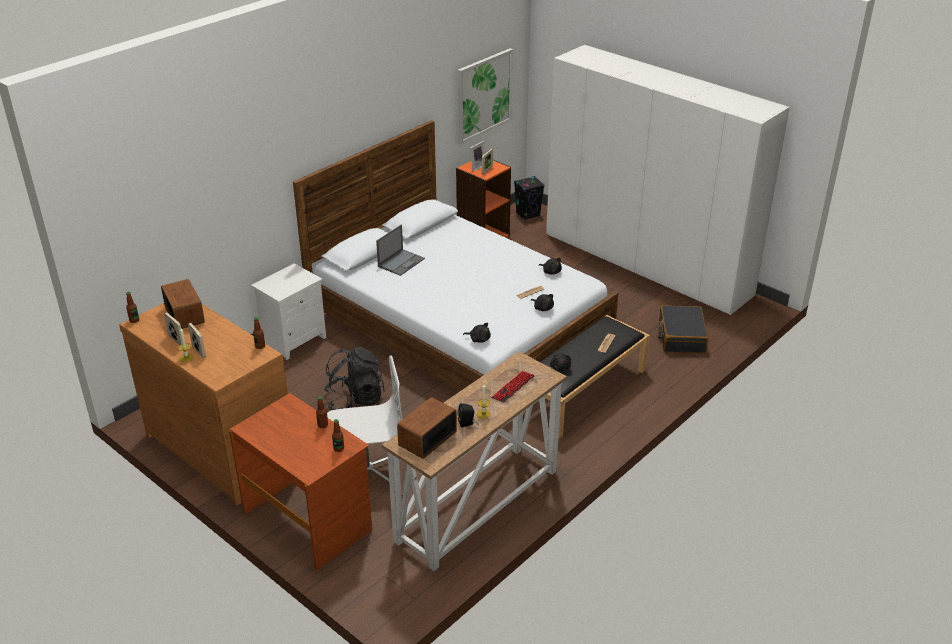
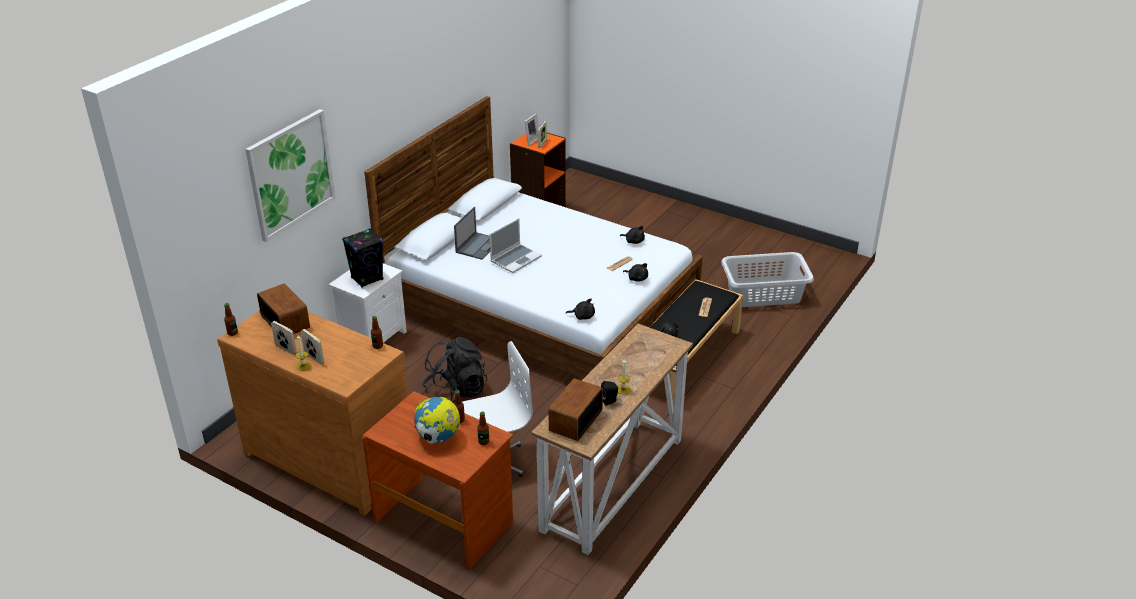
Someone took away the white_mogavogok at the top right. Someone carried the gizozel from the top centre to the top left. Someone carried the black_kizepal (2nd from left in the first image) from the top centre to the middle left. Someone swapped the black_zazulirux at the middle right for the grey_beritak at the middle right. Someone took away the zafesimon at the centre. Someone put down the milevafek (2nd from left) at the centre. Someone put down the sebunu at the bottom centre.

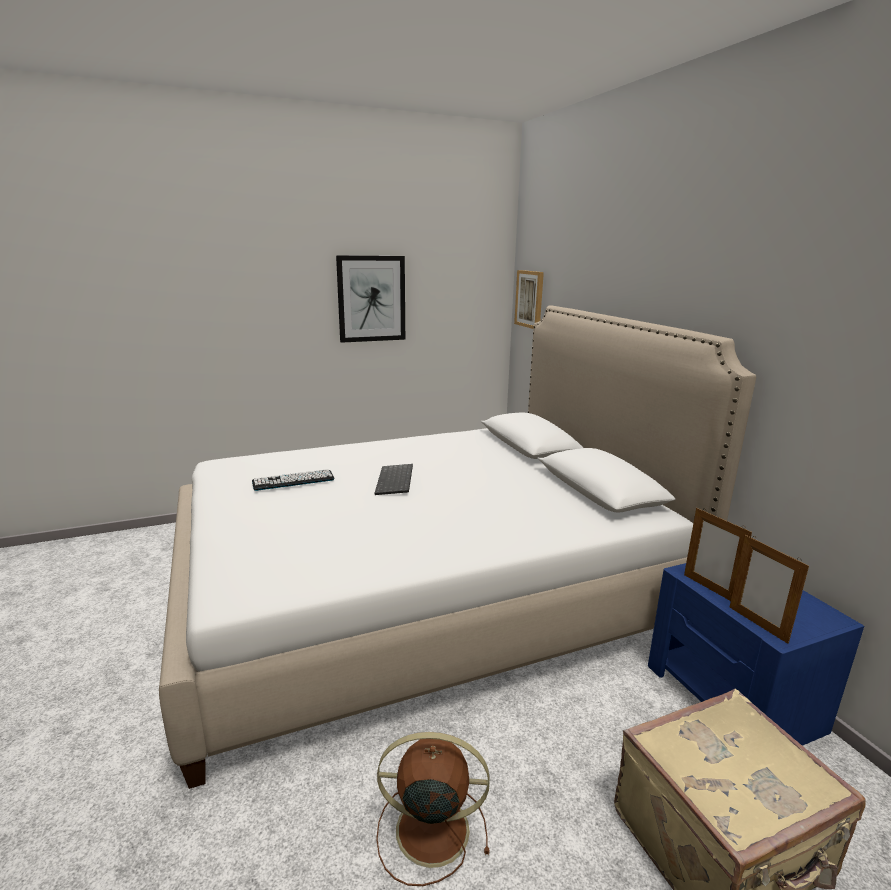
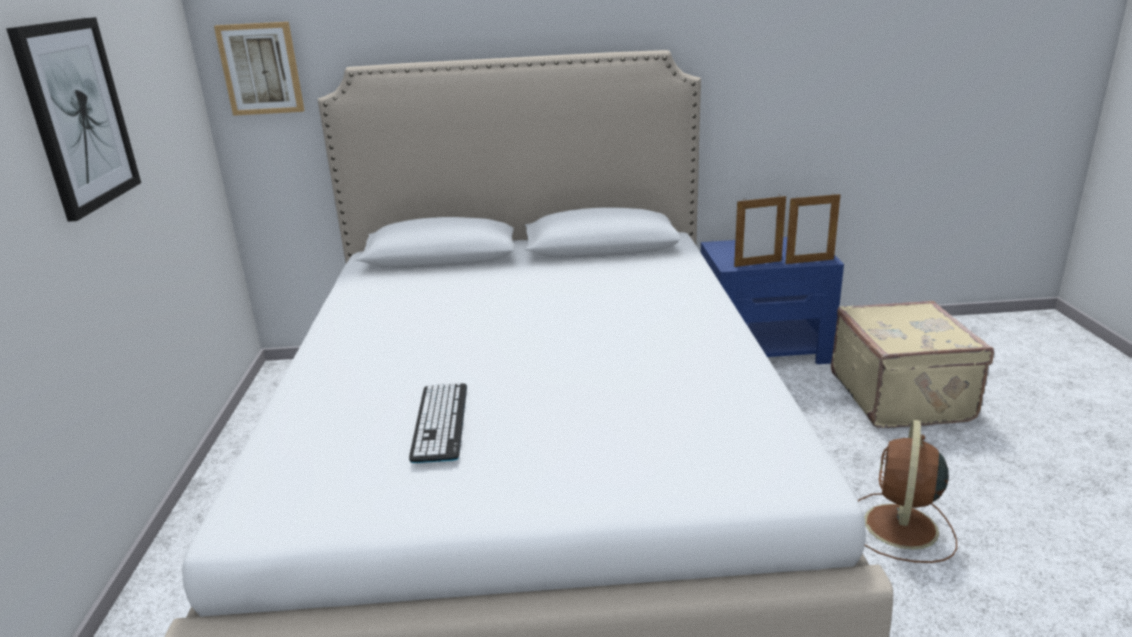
Someone took away the zafesimon (2nd from left) at the centre.

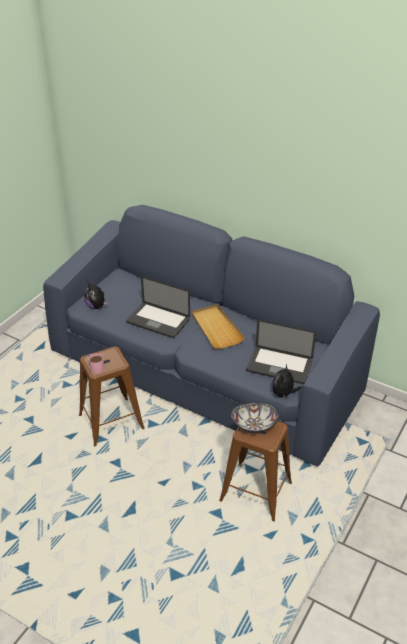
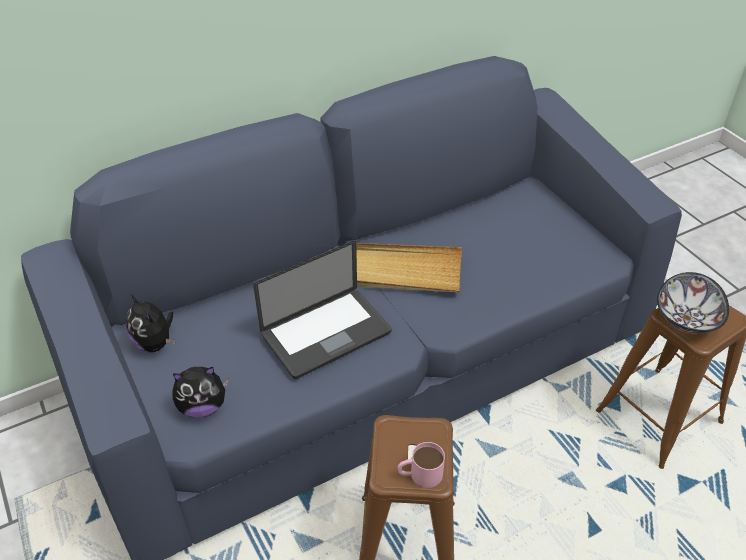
Someone took away the milevafek (2nd from left) at the middle right. Someone carried the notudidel (2nd from left in the first image) from the middle right to the middle left.

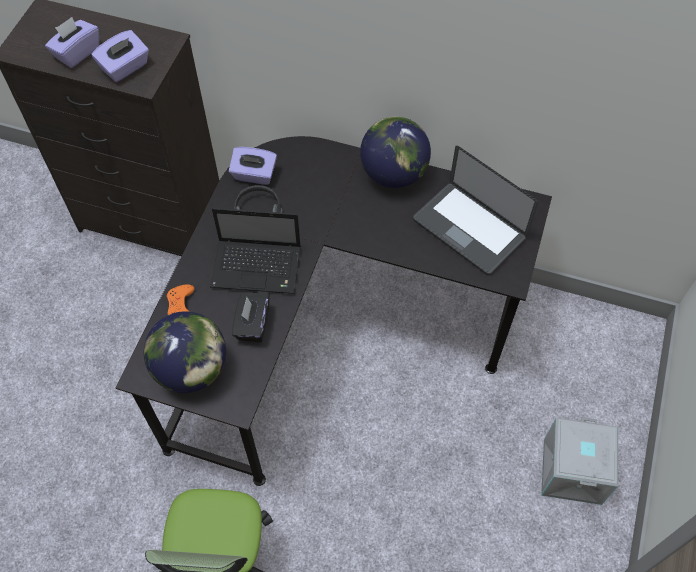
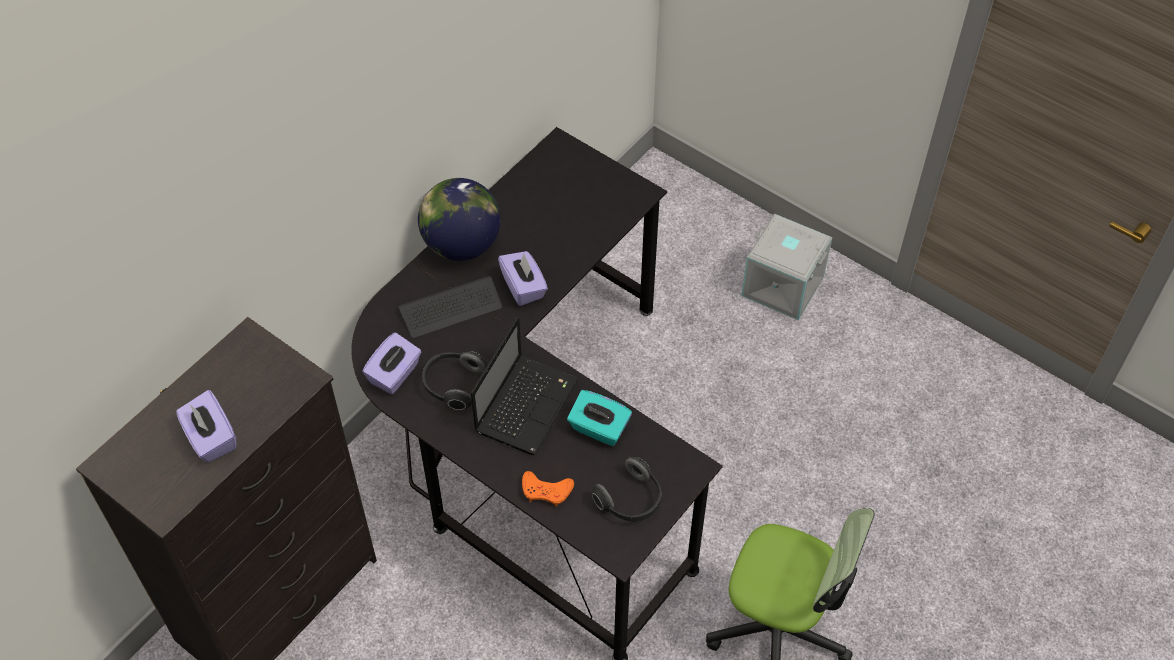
Someone carried the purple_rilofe (2nd from left in the first image) from the top left to the centre. Someone took away the milevafek (2nd from left) at the middle right. Someone repainted the black_rilofe at the centre, which became the turquoise_rilofe at the centre. Someone swapped the sebunu (1st from left) at the middle left for the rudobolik (2nd from left) at the bottom centre. Someone put down the zafesimon at the centre.

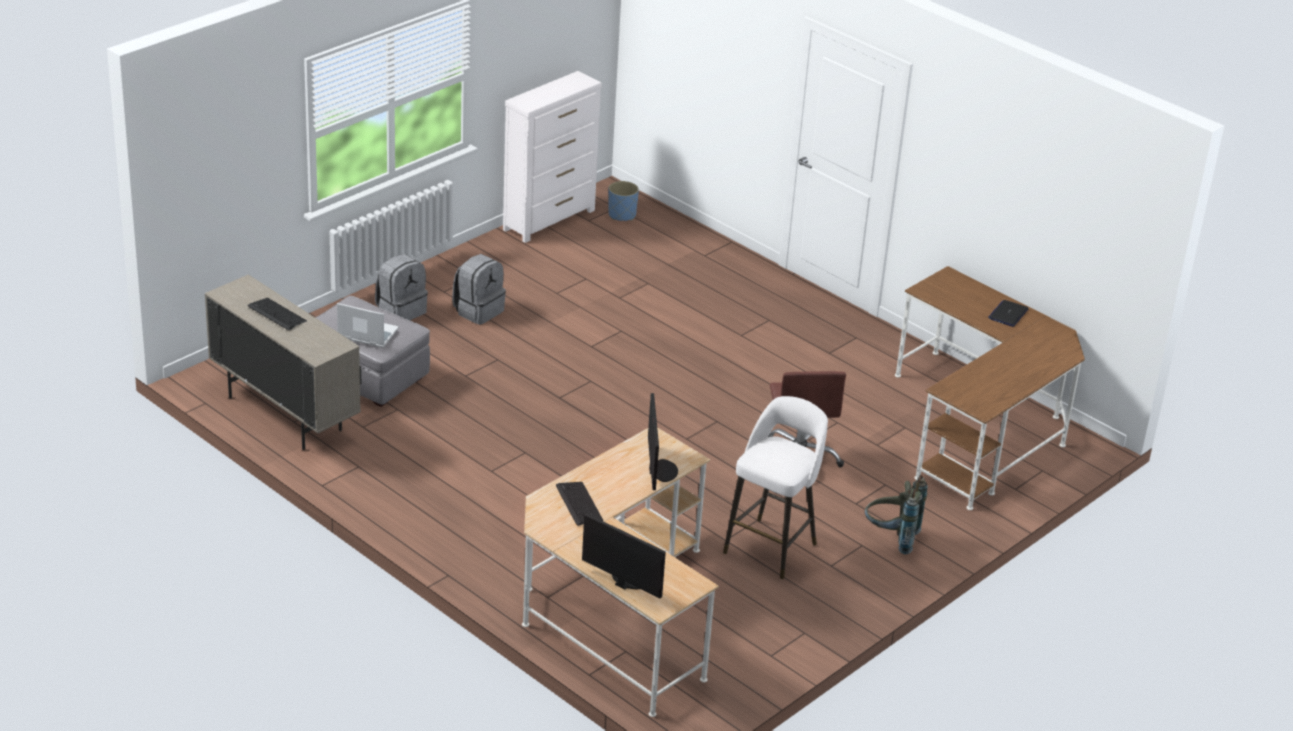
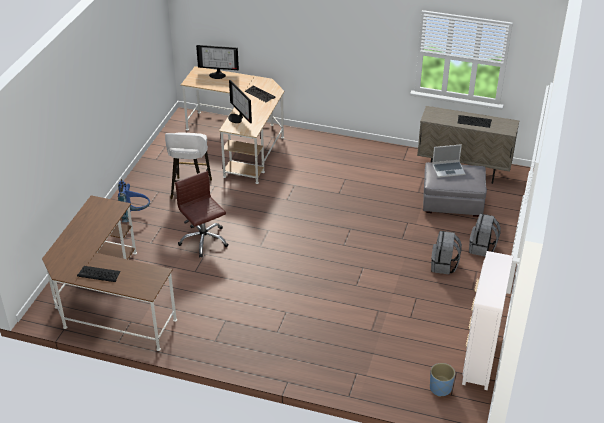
Someone swapped the milevafek (2nd from left) at the middle right for the zafesimon (1st from left) at the middle left. Someone repainted the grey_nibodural (3rd from left) at the bottom right, which became the blue_nibodural at the middle left.

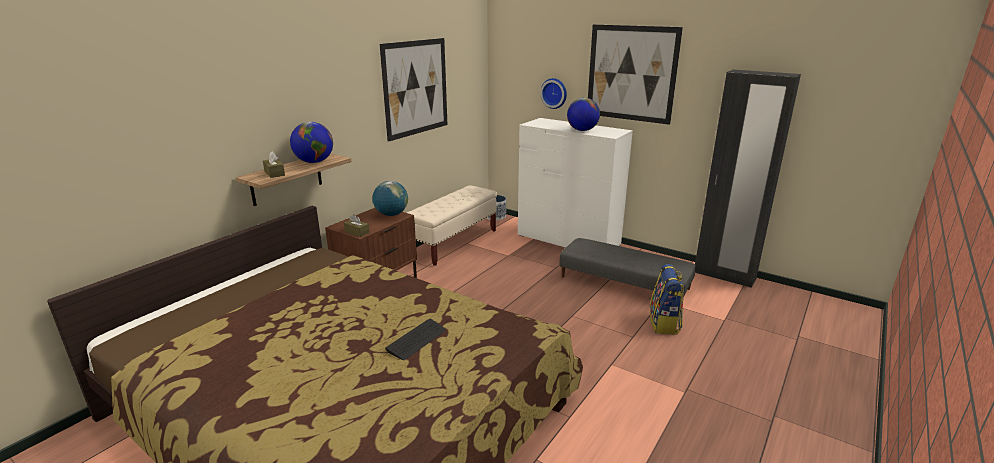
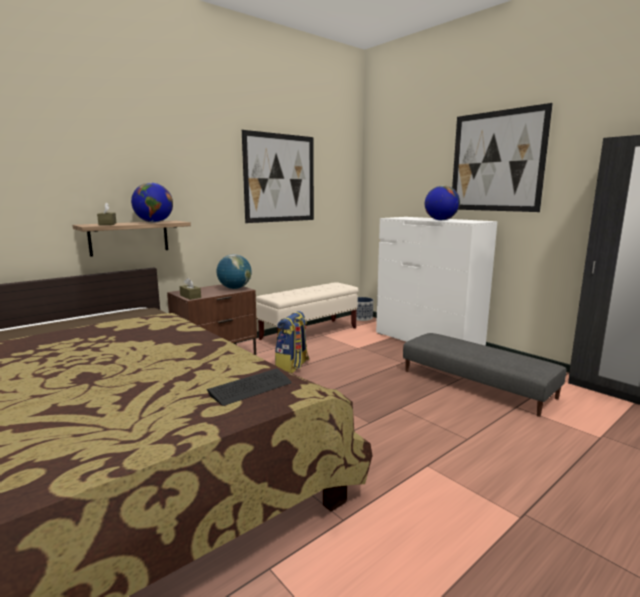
Someone took away the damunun at the top centre. Someone carried the nibodural from the middle right to the centre. Someone carried the zafesimon from the bottom centre to the centre.

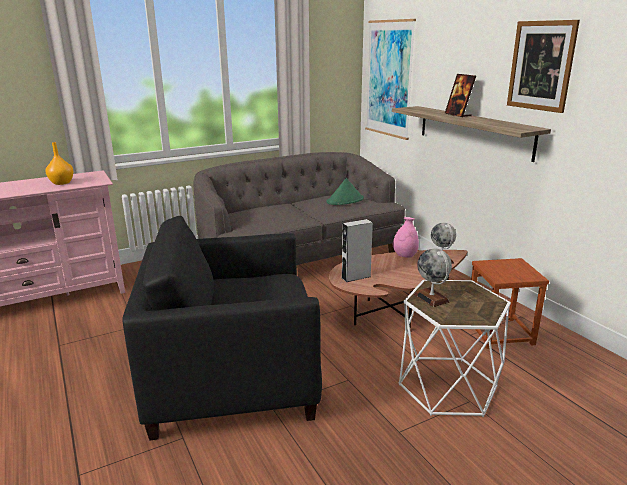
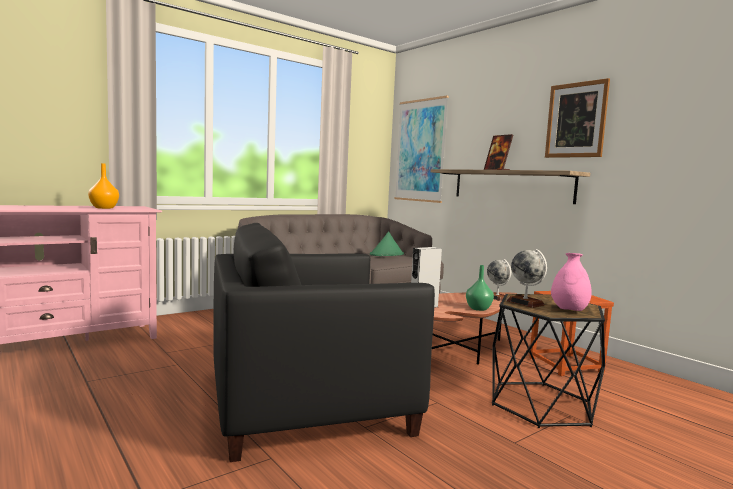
Someone carried the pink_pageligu from the centre to the middle right. Someone repainted the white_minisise at the bottom right, which became the black_minisise at the bottom right. Someone put down the green_pageligu at the centre.

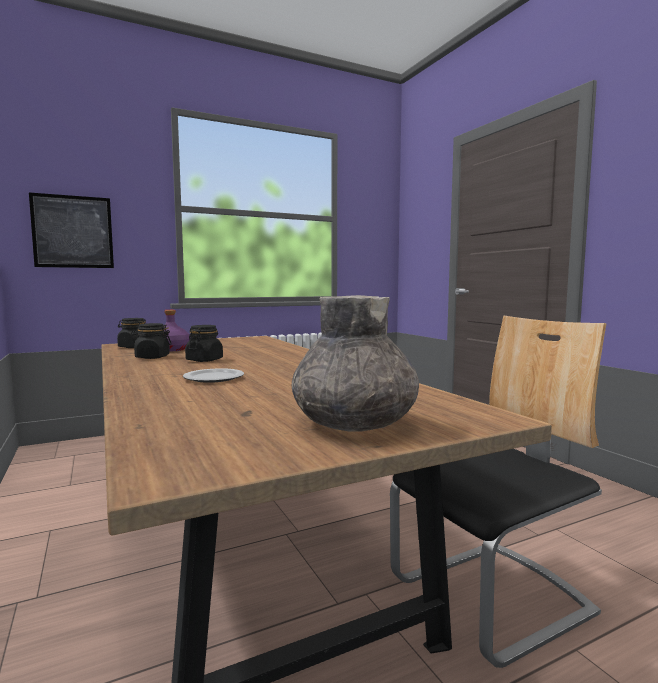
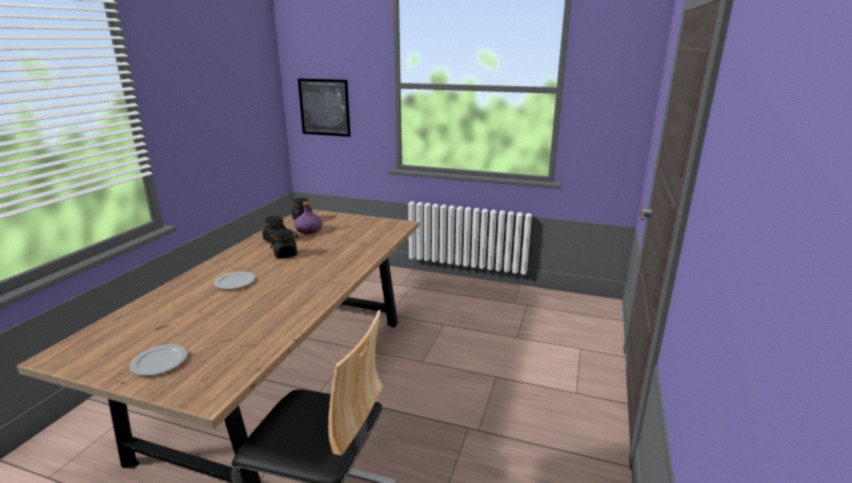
Someone swapped the grey_pageligu at the centre for the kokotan (1st from left) at the bottom left.

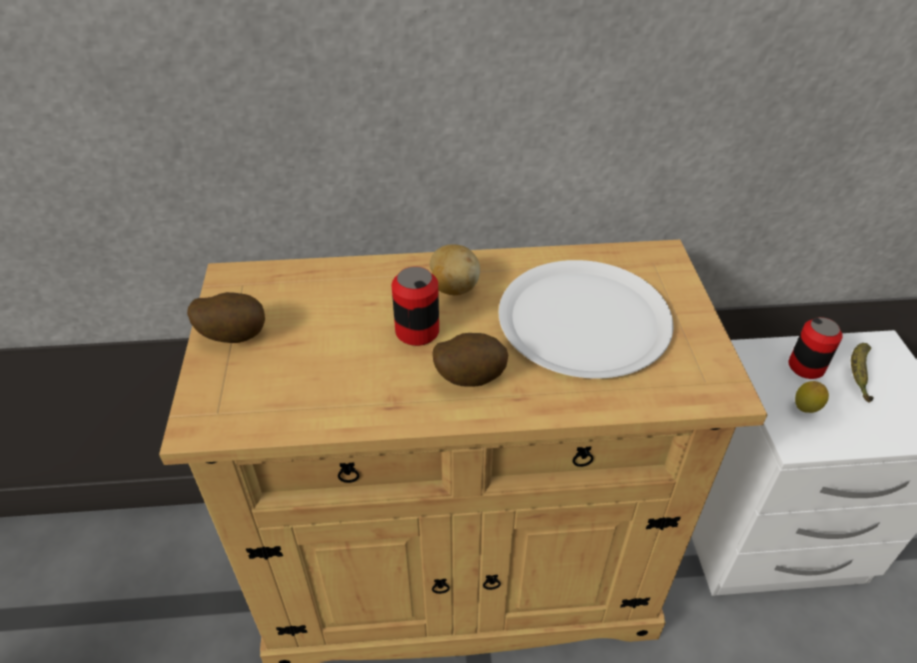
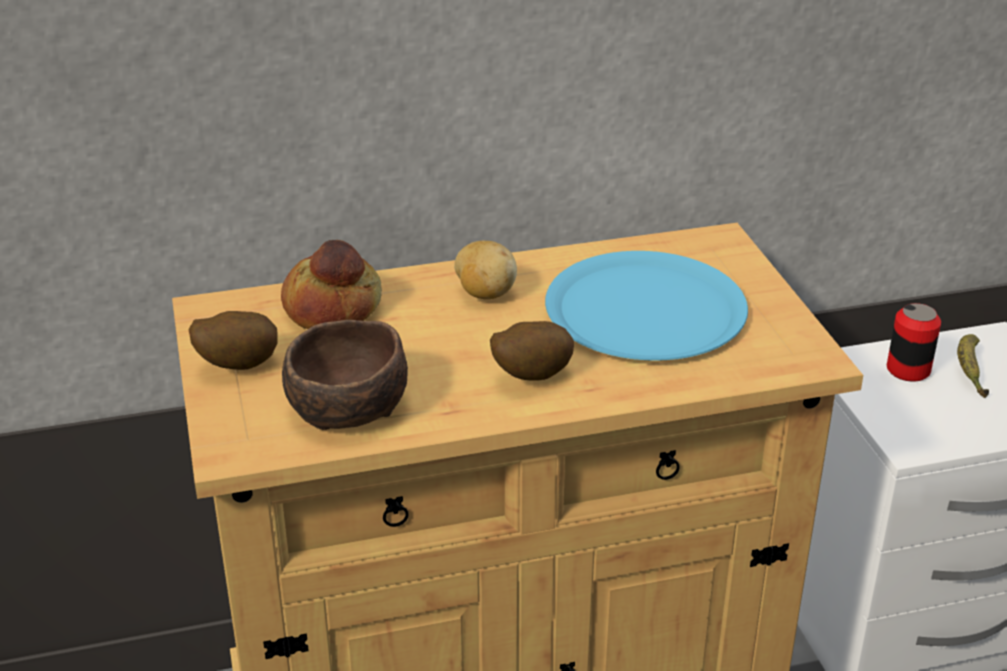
Someone repainted the white_kokotan at the centre, which became the blue_kokotan at the centre. Someone took away the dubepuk (1st from left) at the centre. Someone took away the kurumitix at the middle right. Someone put down the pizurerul at the middle left. Someone put down the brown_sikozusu at the centre.

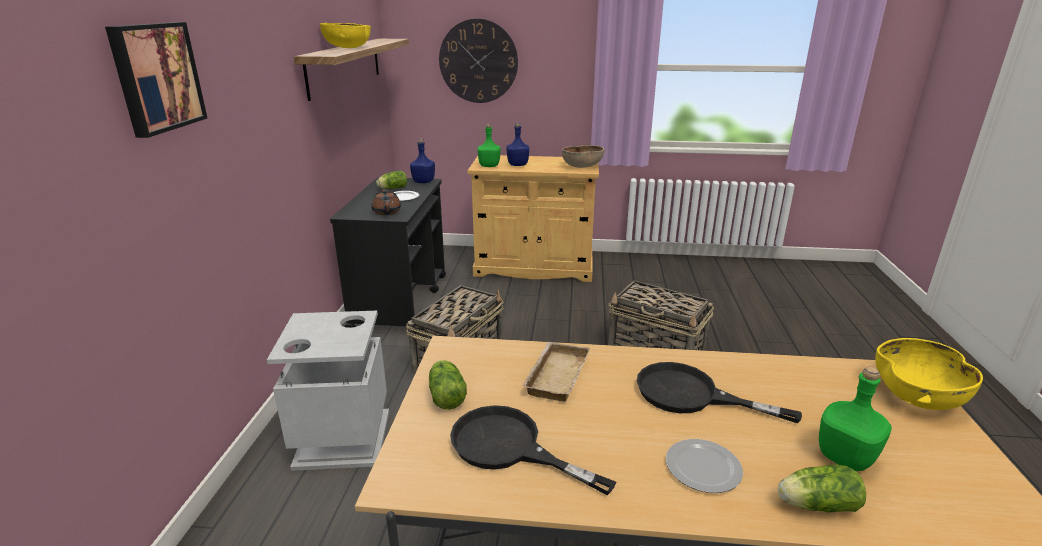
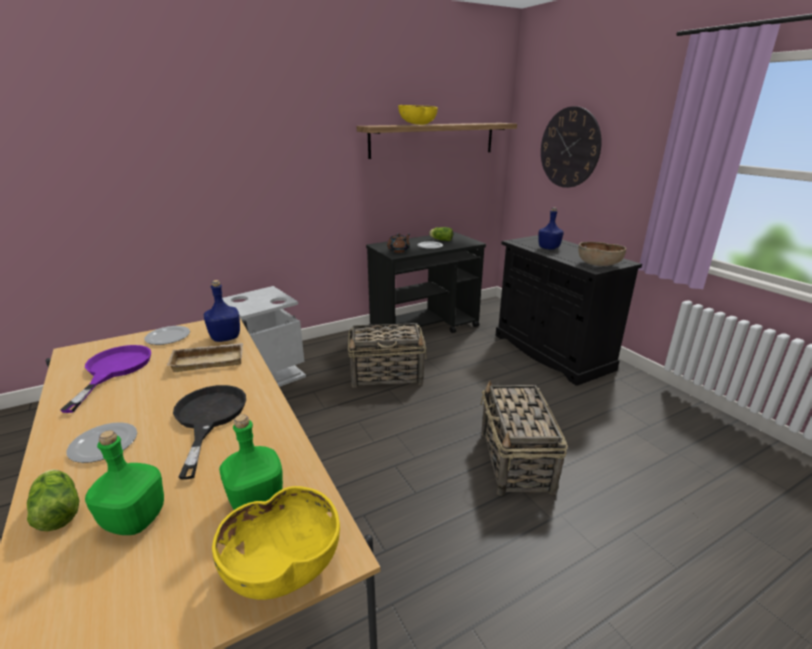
Someone took away the gizozel at the top left. Someone carried the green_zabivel (1st from left in the first image) from the top centre to the bottom left. Someone carried the blue_zabivel (1st from left) from the top centre to the middle left. Someone repainted the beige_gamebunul at the centre, which became the black_gamebunul at the middle right. Someone swapped the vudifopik (2nd from left) at the bottom centre for the kokotan (2nd from left) at the middle left. Someone repainted the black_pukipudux (1st from left) at the bottom centre, which became the purple_pukipudux at the middle left.

